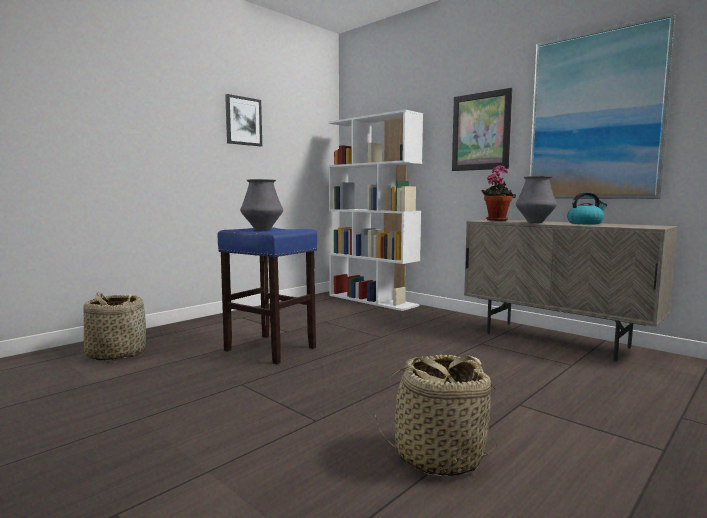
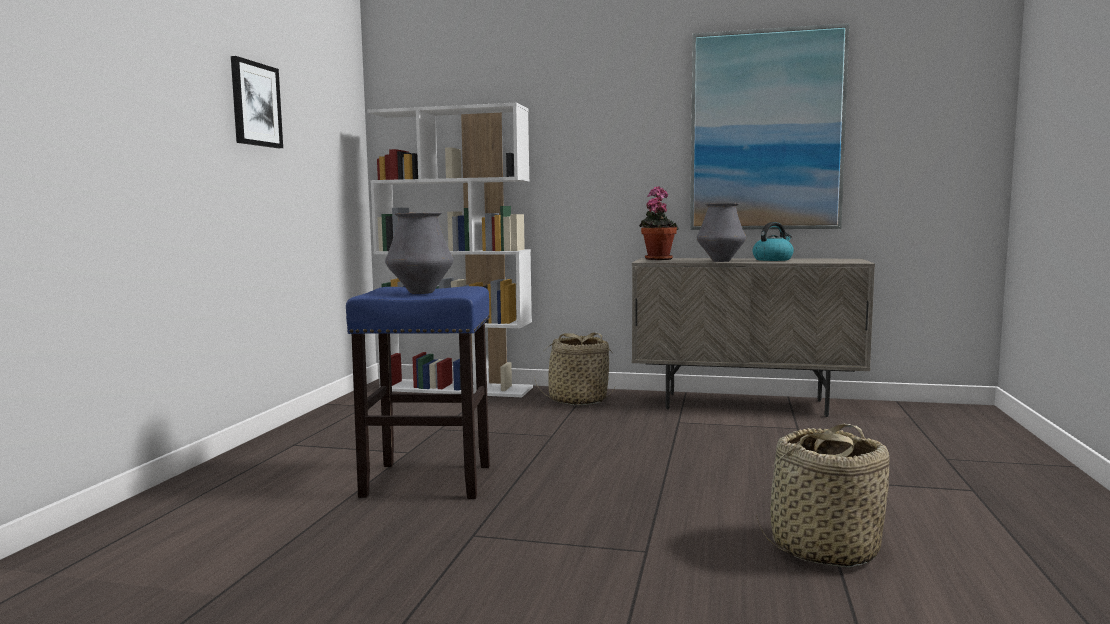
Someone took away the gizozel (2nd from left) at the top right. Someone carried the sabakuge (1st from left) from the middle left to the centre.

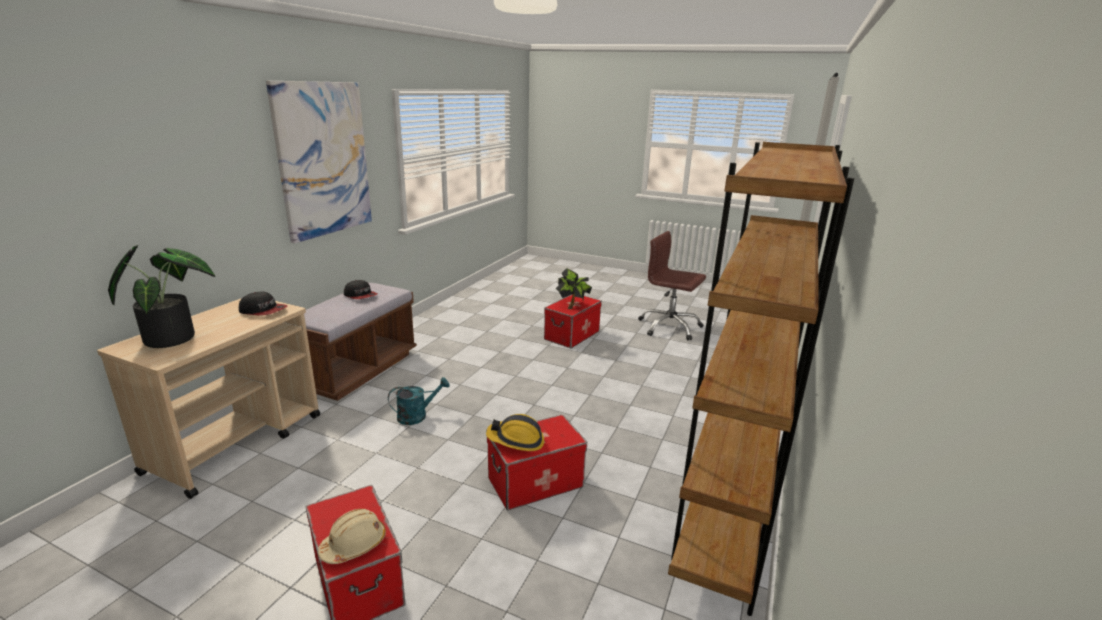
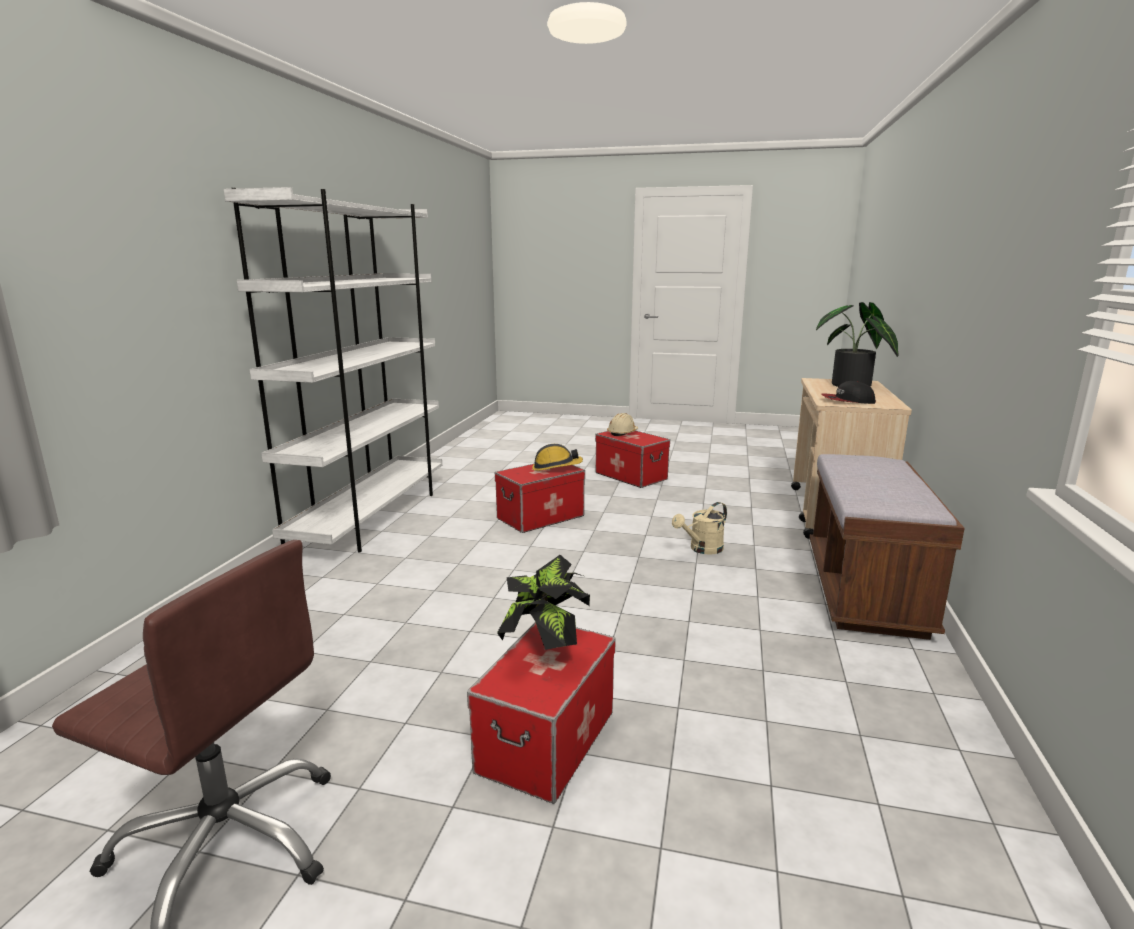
Someone took away the gizozel at the top left. Someone repainted the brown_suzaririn at the middle right, which became the white_suzaririn at the middle left. Someone took away the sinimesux (2nd from left) at the middle left. Someone repainted the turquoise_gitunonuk at the centre, which became the beige_gitunonuk at the centre.

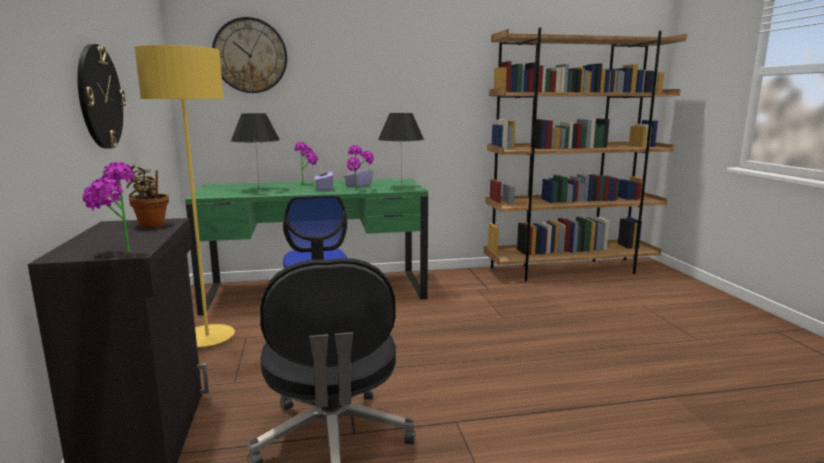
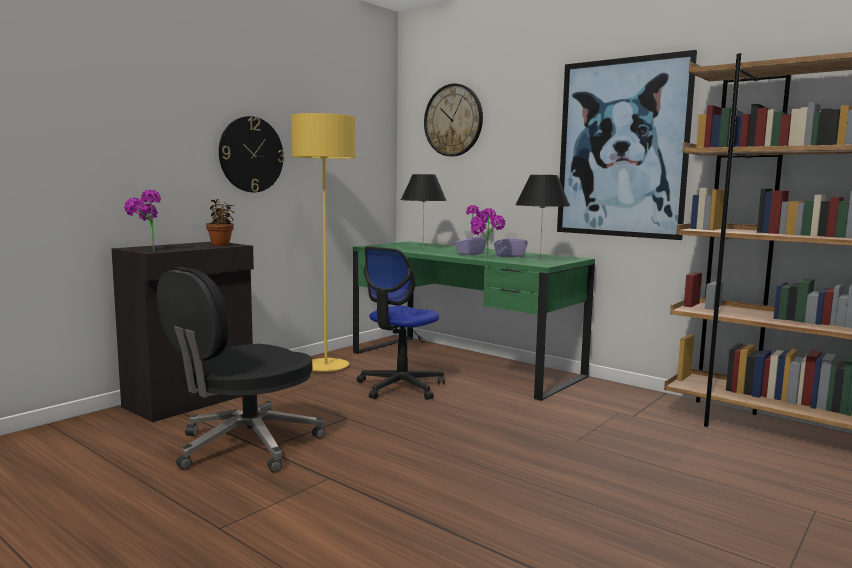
Someone put up the gizozel at the top right.

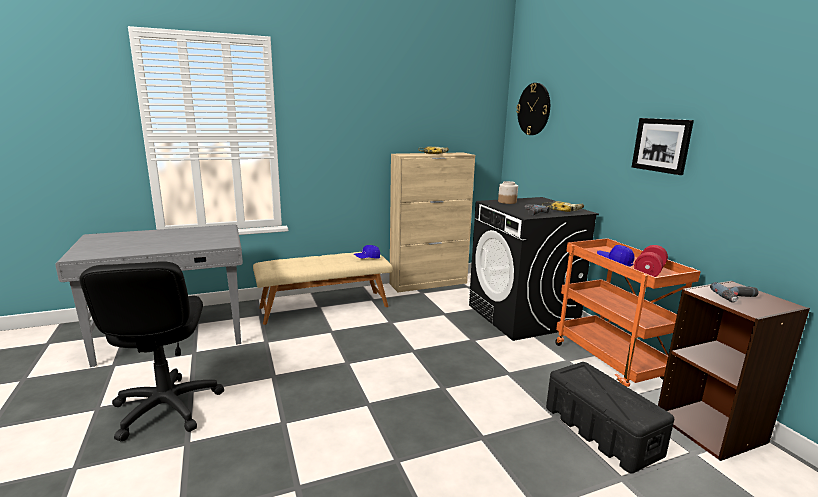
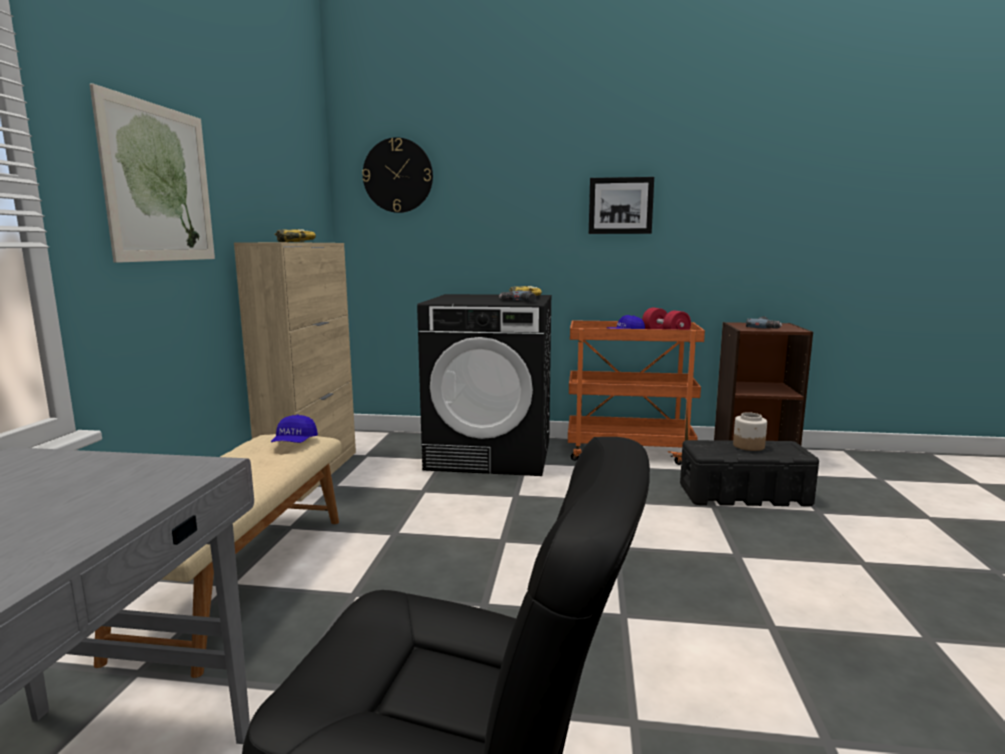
Someone carried the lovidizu from the centre to the middle right. Someone put up the gizozel (1st from left) at the top left.

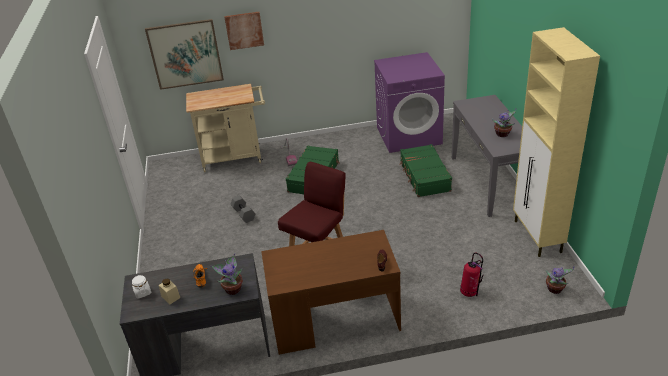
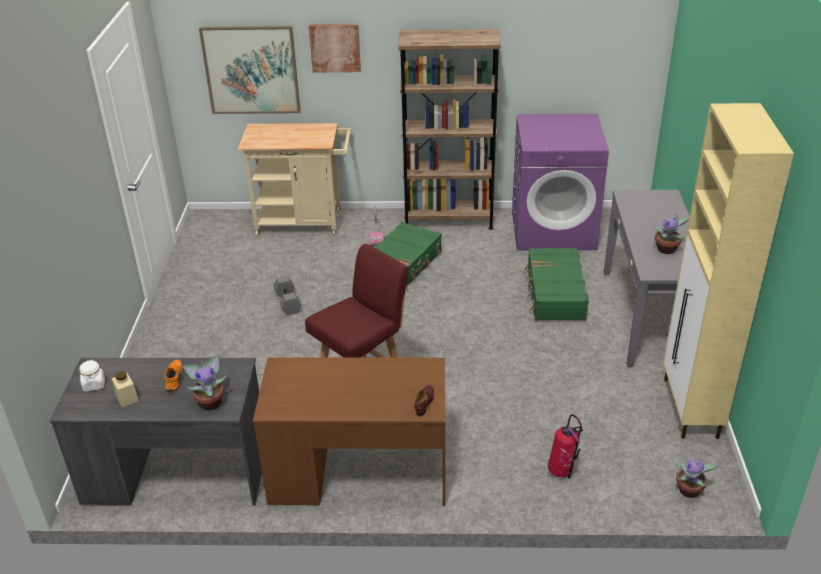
Someone put down the brown_suzaririn at the top centre.

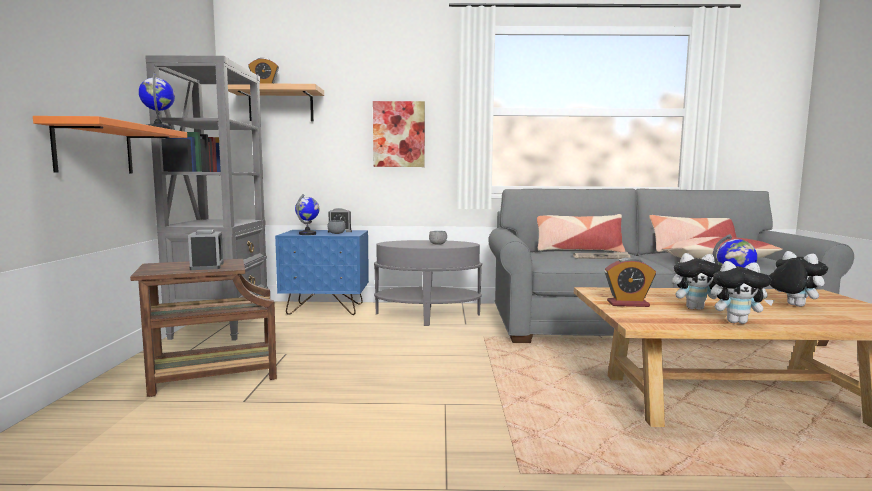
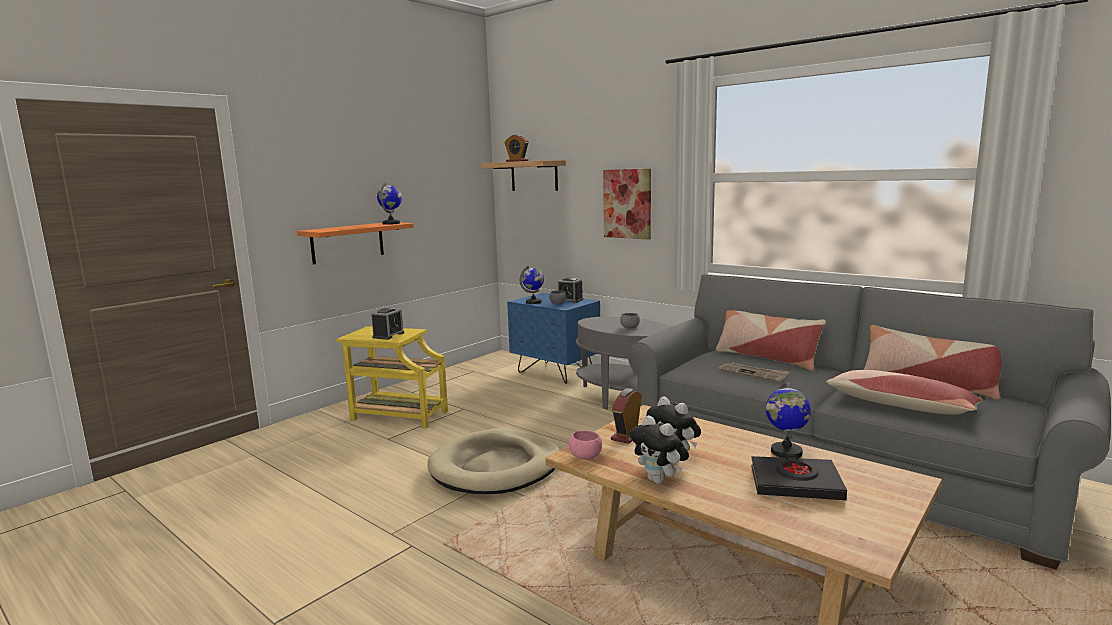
Someone took away the grey_suzaririn at the middle left. Someone swapped the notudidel (3rd from left) at the middle right for the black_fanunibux at the bottom right. Someone rotated the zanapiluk (4th from left) at the middle right by 75 degrees clockwise. Someone repainted the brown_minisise at the bottom left, which became the yellow_minisise at the centre. Someone put down the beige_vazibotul at the bottom centre. Someone put down the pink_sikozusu at the bottom centre.

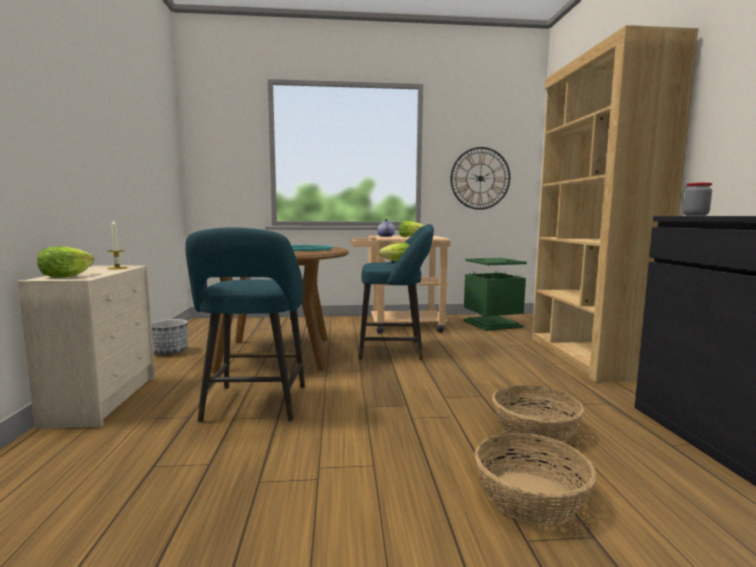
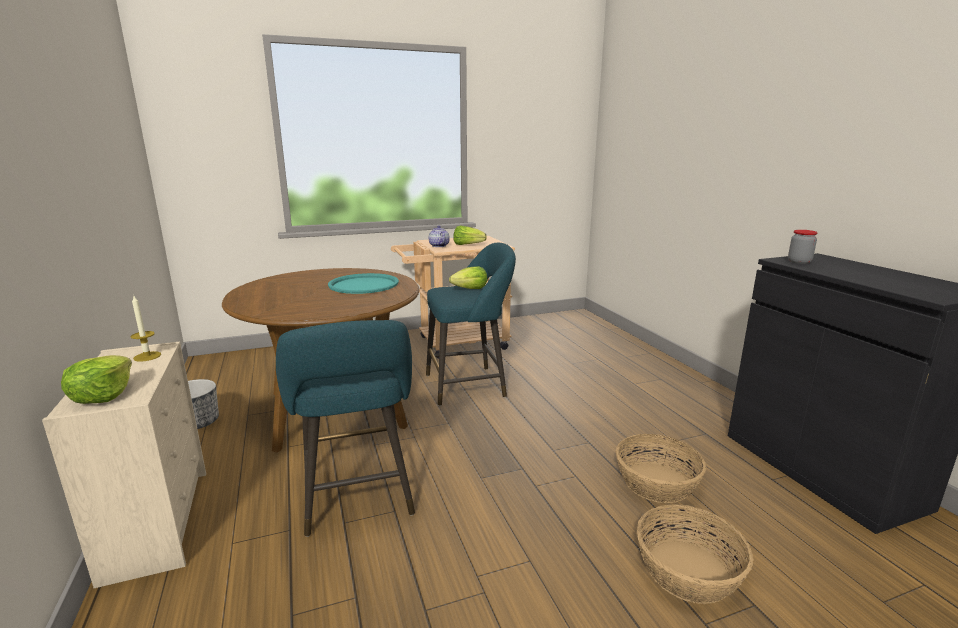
Someone took away the brown_suzaririn at the middle right. Someone took away the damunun at the top centre. Someone took away the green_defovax at the centre.

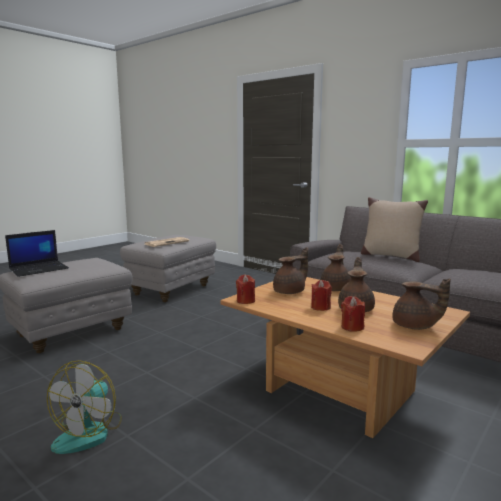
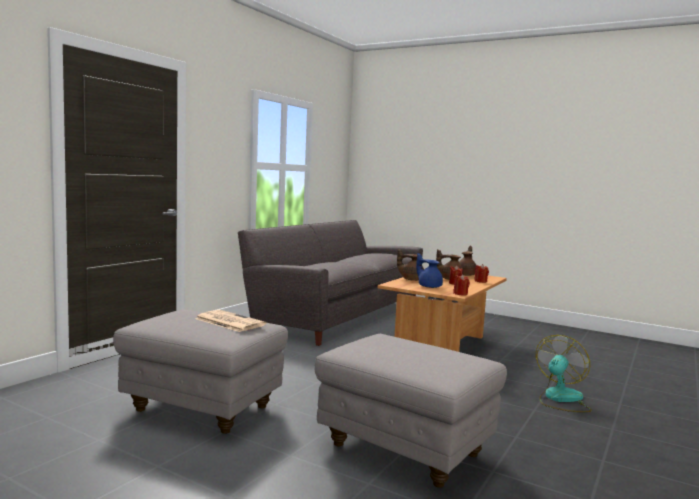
Someone took away the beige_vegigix at the middle right. Someone took away the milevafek at the middle left. Someone repainted the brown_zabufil (1st from left) at the centre, which became the blue_zabufil at the centre. Someone rotated the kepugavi at the bottom left by 60 degrees counterclockwise.

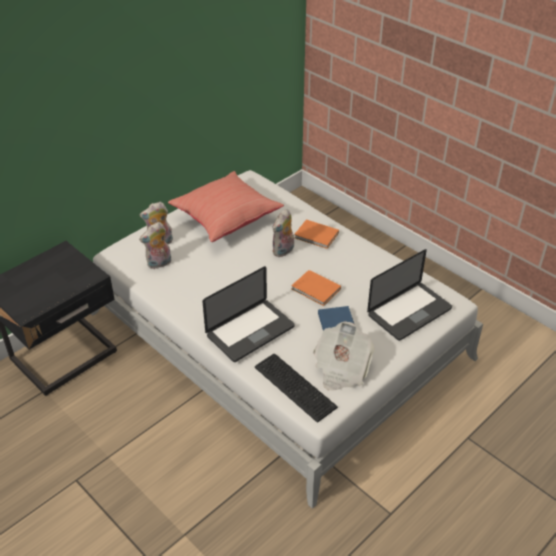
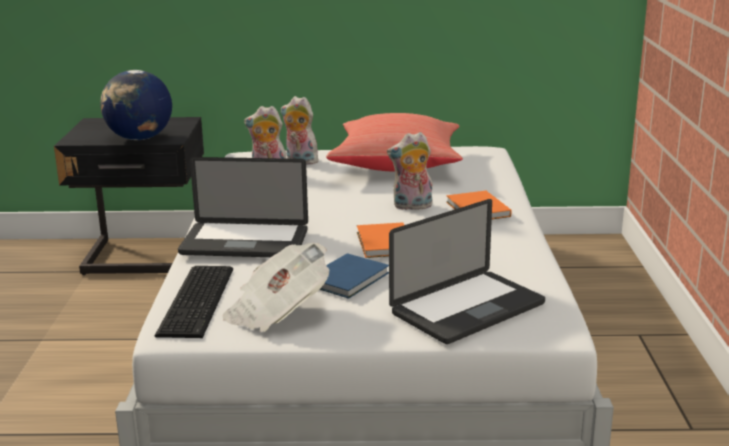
Someone rotated the milevafek (2nd from left) at the middle right by 45 degrees counterclockwise. Someone put down the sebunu at the top left.

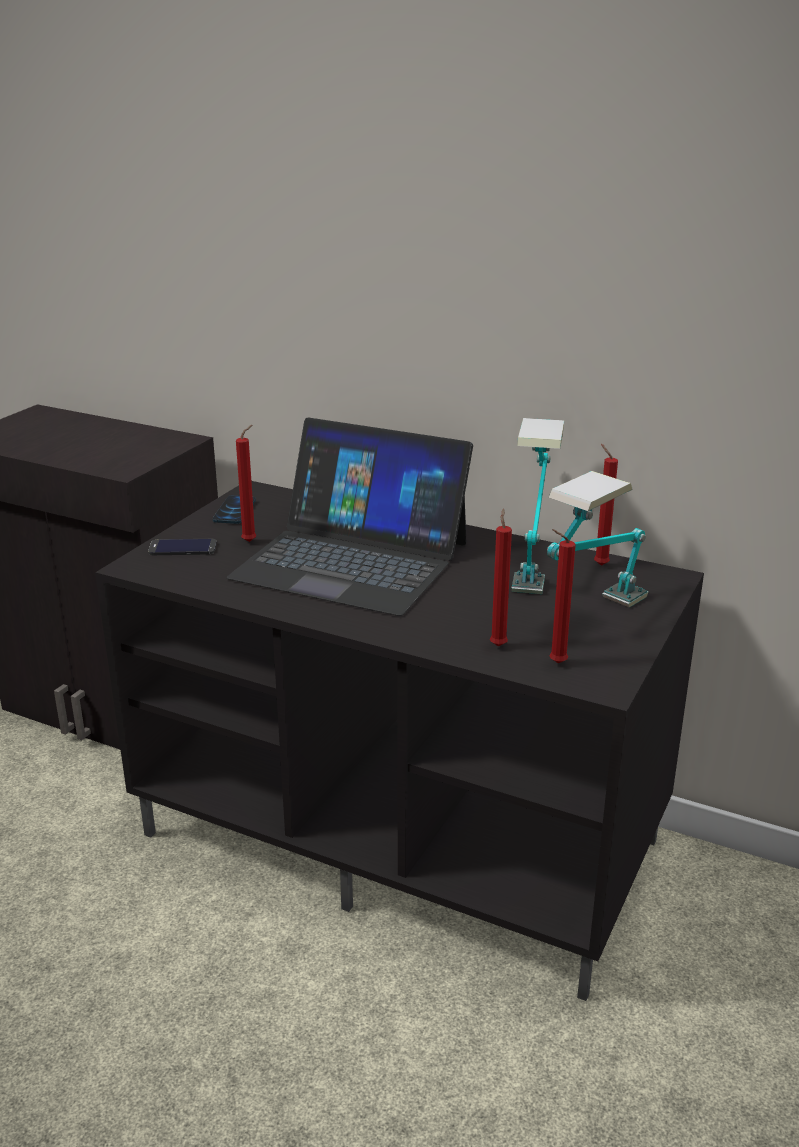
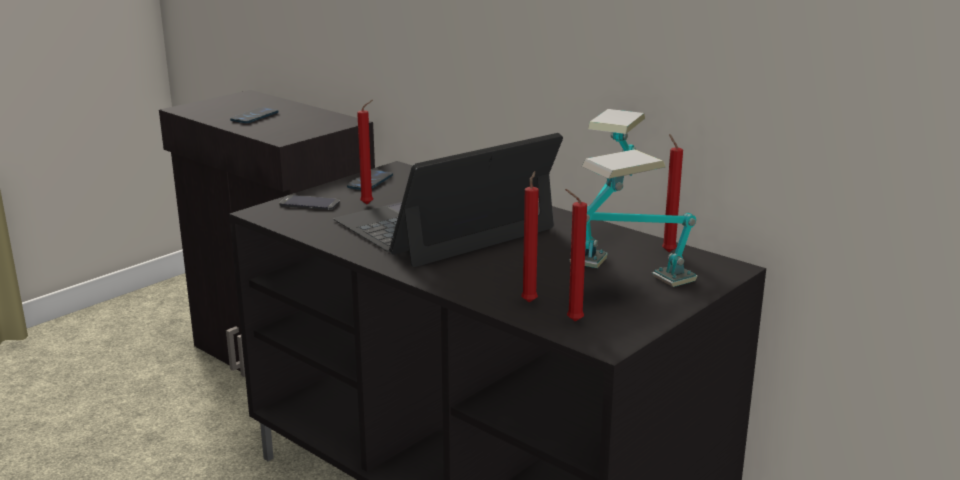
Someone rotated the milevafek at the centre by 105 degrees clockwise. Someone put down the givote (1st from left) at the top left.

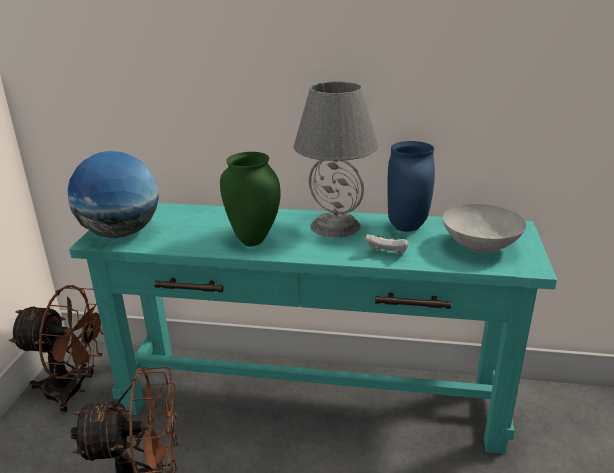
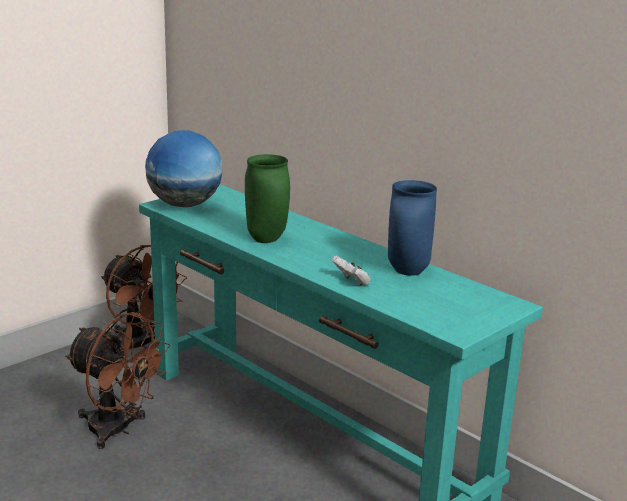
Someone took away the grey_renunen at the centre. Someone took away the grey_sikozusu at the middle right.

